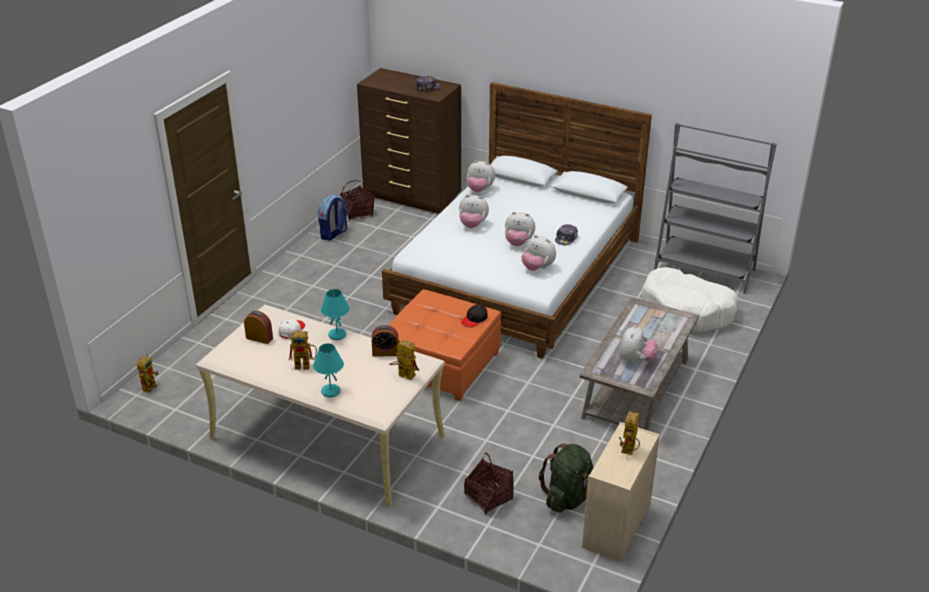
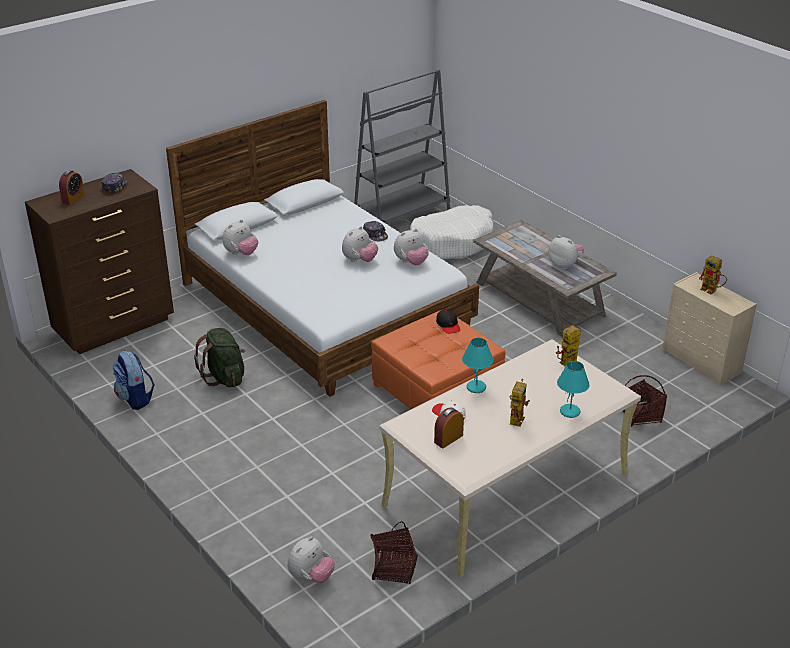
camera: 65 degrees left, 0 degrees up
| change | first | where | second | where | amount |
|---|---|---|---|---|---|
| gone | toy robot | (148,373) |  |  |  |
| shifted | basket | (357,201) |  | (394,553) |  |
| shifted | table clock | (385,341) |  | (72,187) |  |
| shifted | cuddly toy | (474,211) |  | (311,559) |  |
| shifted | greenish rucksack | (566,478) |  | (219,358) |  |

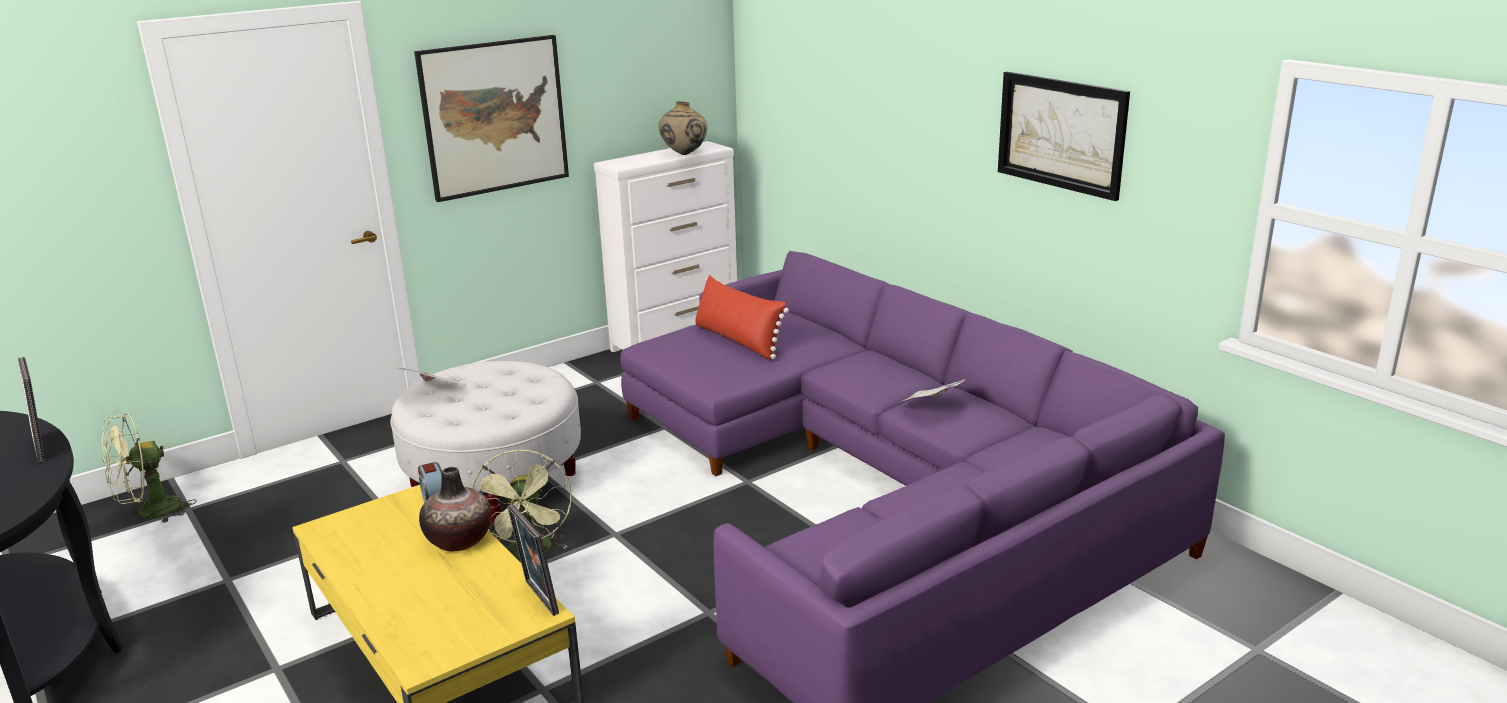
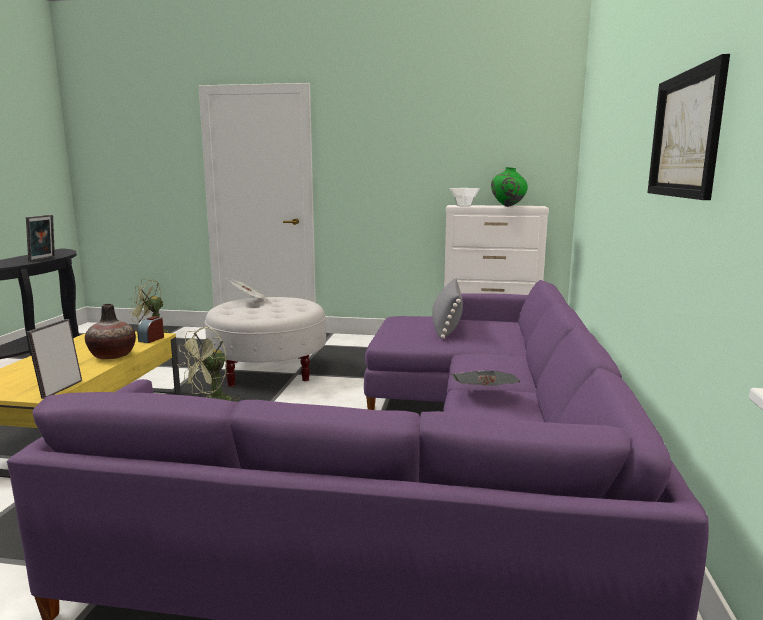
camera: 45 degrees right, 10 degrees down
| change | first | where | second | where | amount |
|---|---|---|---|---|---|
| gone | wall art | (491,118) |  |  |  |
| repainted | sand-coloured flower vase | (683,128) | greenish flower vase | (509,187) |  |
| repainted | reddish cushion | (742,317) | gray cushion | (447,308) |  |
| new |  |  | serving bowl | (465,197) |  |

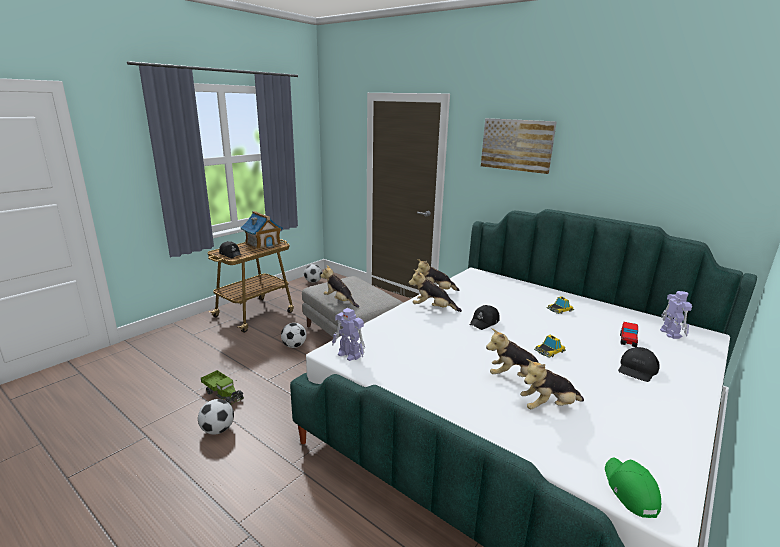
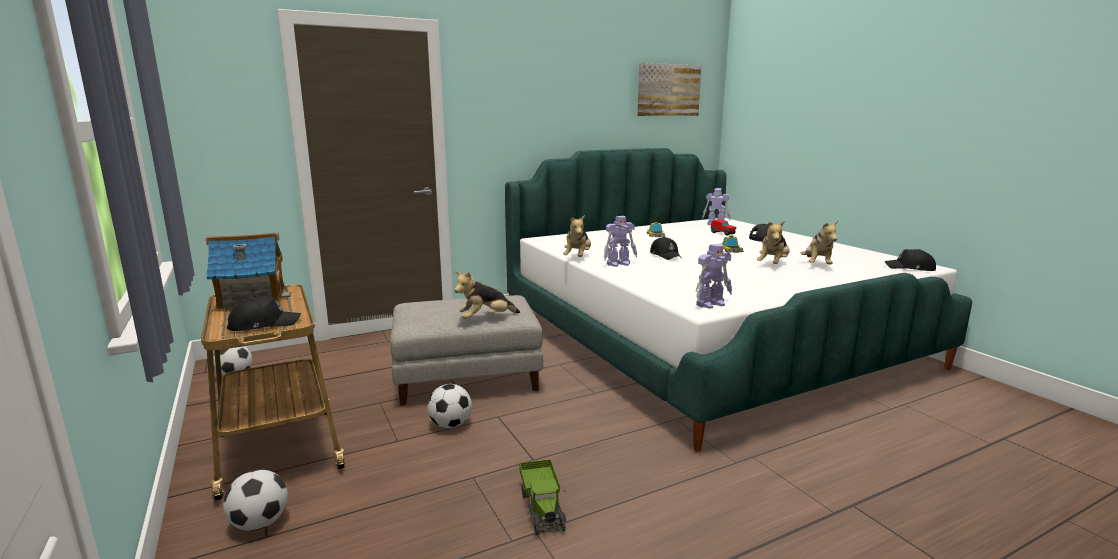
camera: 65 degrees left, 5 degrees down
| change | first | where | second | where | amount |
|---|---|---|---|---|---|
| shifted | ball for football | (216,417) |  | (255,500) |  |
| rotated | toy truck | (222,387) |  | (542,497) | 105 degrees clockwise |
| swapped | cuddly toy | (435,290) | toy robot | (620,241) |  |
| shifted | wall art | (519,146) |  | (669,89) |  |
| repainted | greenish cap | (633,487) | black-coloured cap | (910,260) |  |

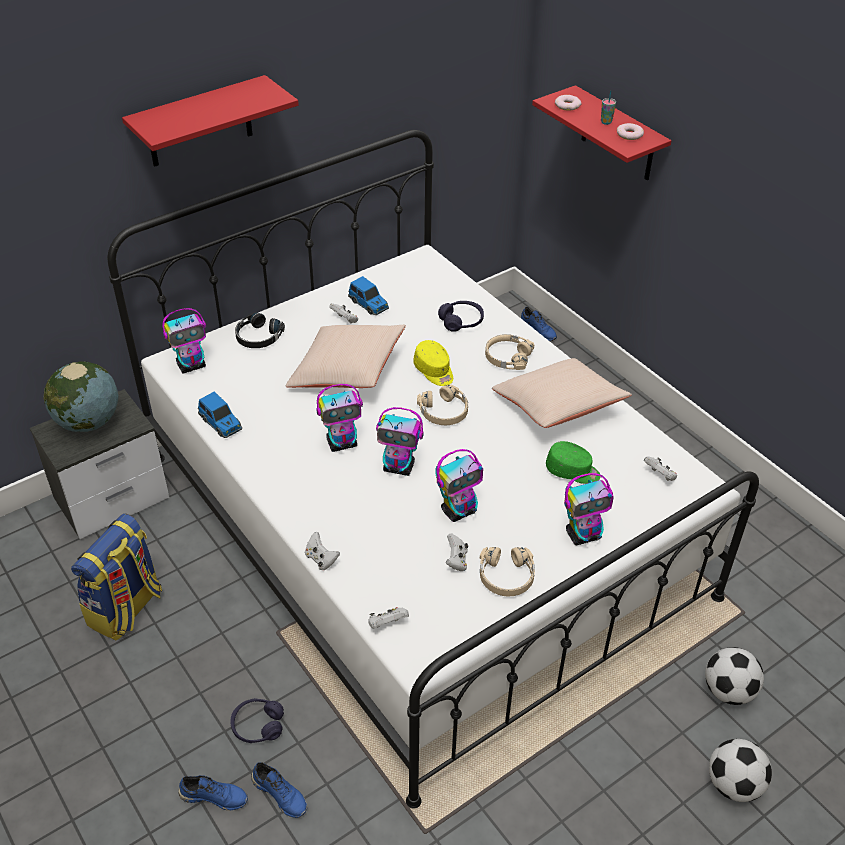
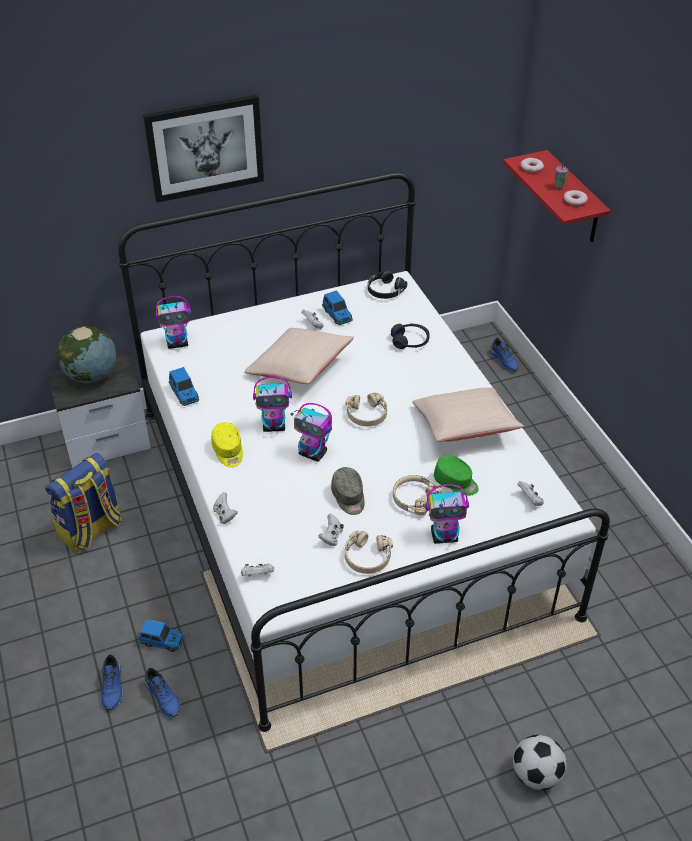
camera: 15 degrees right, 0 degrees up
| change | first | where | second | where | amount |
|---|---|---|---|---|---|
| swapped | reddish shelf | (210,121) | wall art | (203,149) |  |
| rotated | blue shoe | (213,792) |  | (112,682) | 60 degrees clockwise |
| swapped | purple-coloured headset | (257,720) | toy car | (162,635) |  |
| shifted | black-coloured headset | (260,330) |  | (387,285) |  |
| shifted | yellow cap | (433,363) |  | (227,444) |  |
| swapped | toy robot | (459,485) | gray cap | (348,491) |  |
| shifted | sand-coloured headset | (509,352) |  | (417,495) |  |
| gone | ball for football | (734,676) |  |  |  |

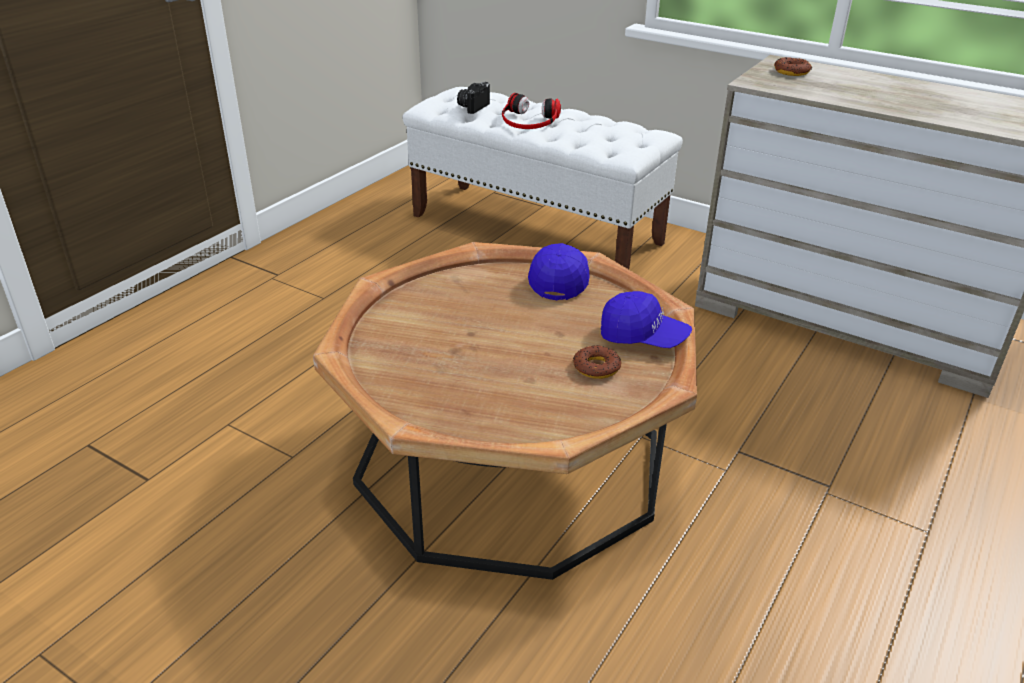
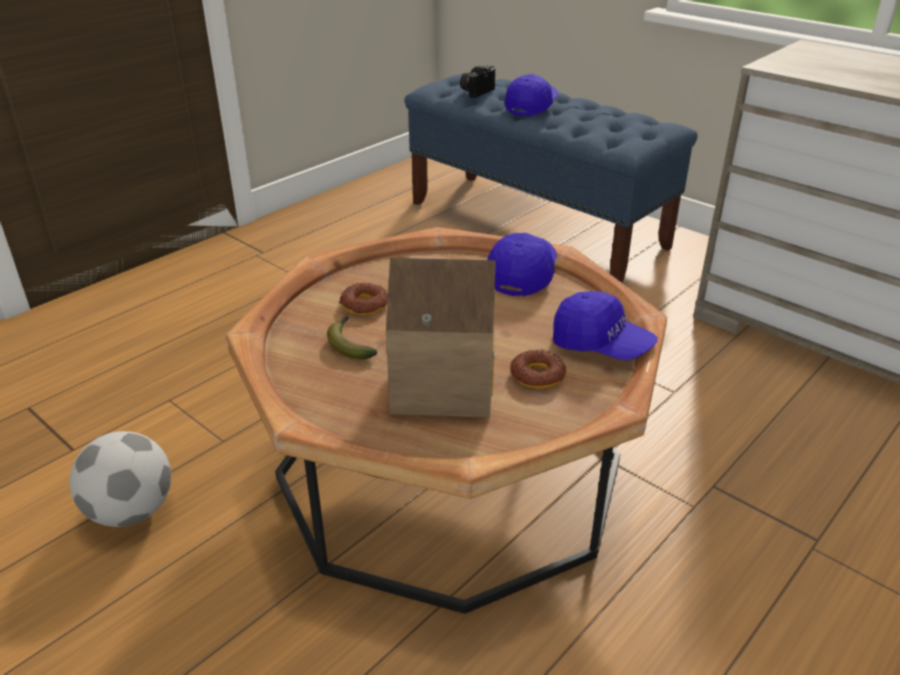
camera: 10 degrees right, 0 degrees up
| change | first | where | second | where | amount |
|---|---|---|---|---|---|
| repainted | white-coloured long seat | (543,178) | blue long seat | (551,177) |  |
| swapped | headset | (531,111) | blue cap | (531,95) |  |
| shifted | ring doughnut | (793,66) |  | (363,299) |  |
| new |  |  | ball for football | (120,479) |  |
| new |  |  | whole banana | (352,337) |  |
| new |  |  | miniature house | (441,338) |  |

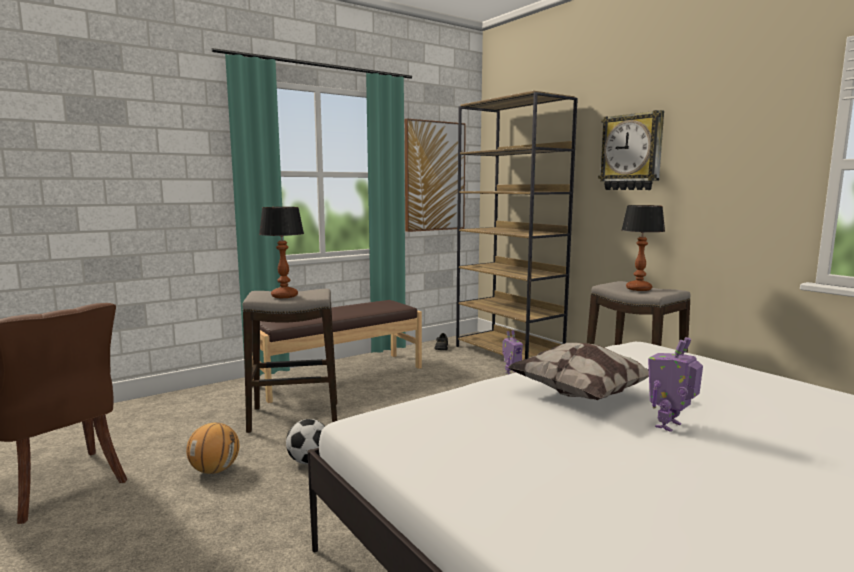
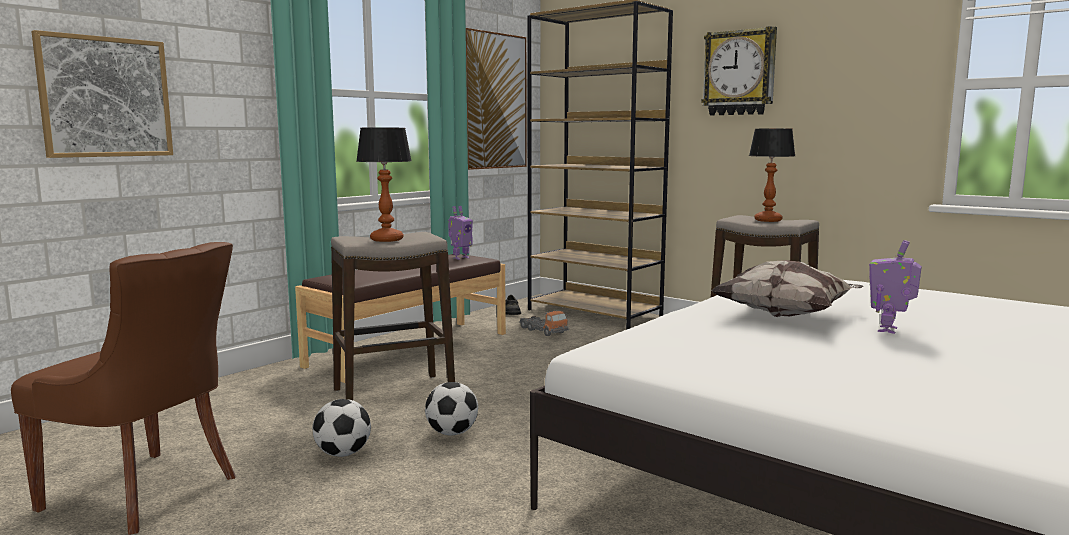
camera: 15 degrees left, 0 degrees up
| change | first | where | second | where | amount |
|---|---|---|---|---|---|
| swapped | basketball ball | (212,448) | ball for football | (342,428) |  |
| shifted | toy robot | (512,352) |  | (460,233) |  |
| new |  |  | wall art | (102,94) |  |
| new |  |  | toy truck | (544,323) |  |

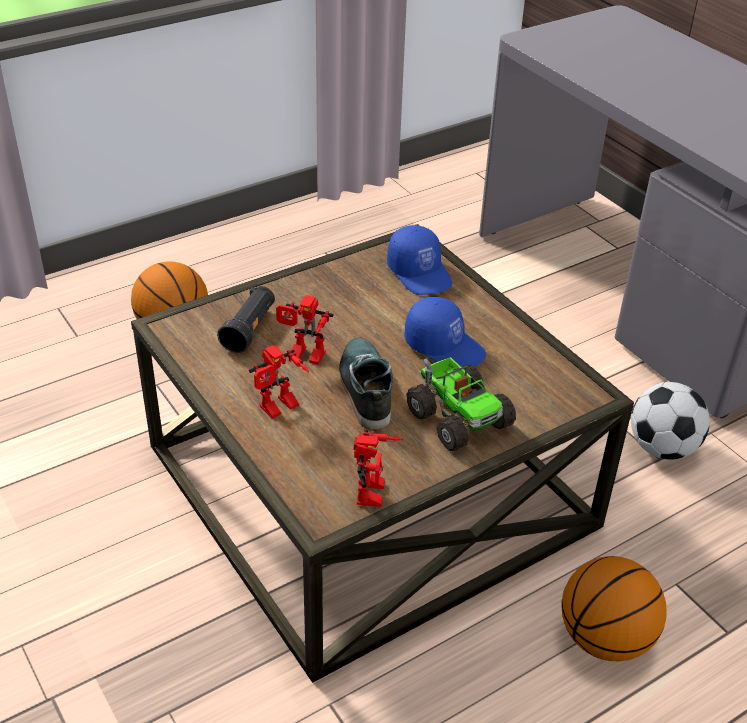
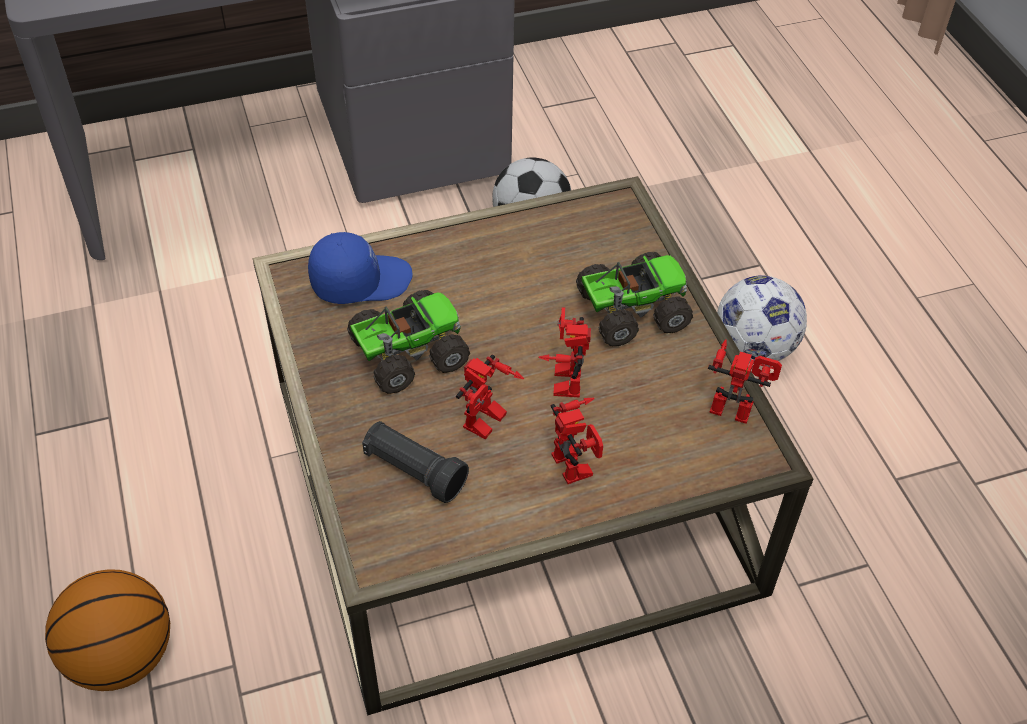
camera: 75 degrees left, 10 degrees up
| change | first | where | second | where | amount |
|---|---|---|---|---|---|
| swapped | shoe | (366,383) | toy robot | (564,352) |  |
| gone | blue cap | (445,332) |  |  |  |
| swapped | basketball ball | (614,609) | ball for football | (762,319) |  |
| new |  |  | toy truck | (408,342) |  |

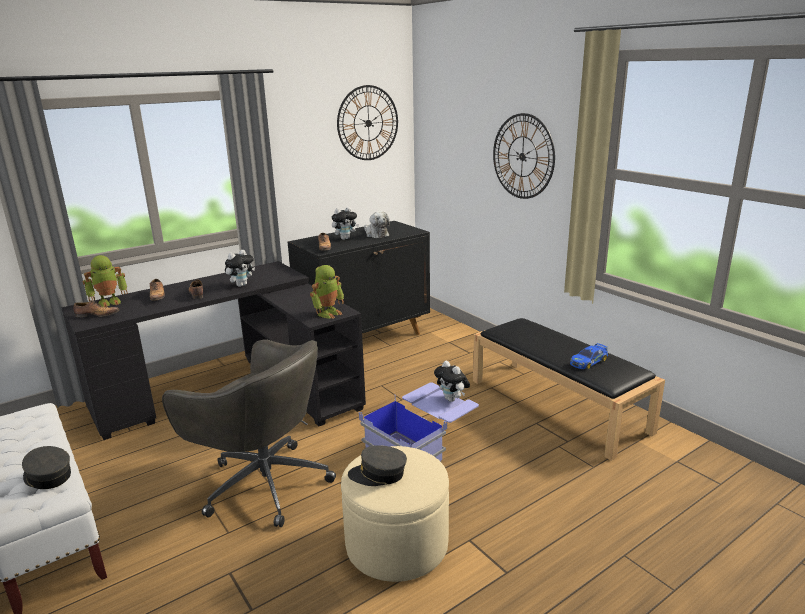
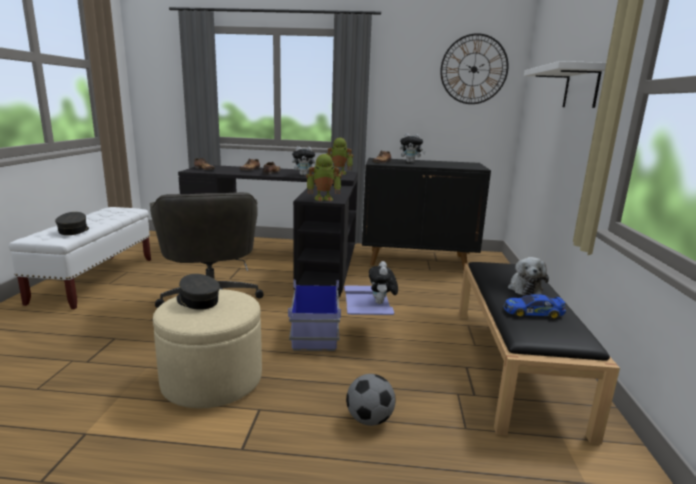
camera: 40 degrees right, 5 degrees down
| change | first | where | second | where | amount |
|---|---|---|---|---|---|
| shifted | toy robot | (105,281) |  | (339,156) |  |
| shifted | cuddly toy | (377,224) |  | (528,276) |  |
| swapped | hanging clock | (524,156) | white-coloured shelf | (565,84) |  |
| new |  |  | ball for football | (371,400) |  |

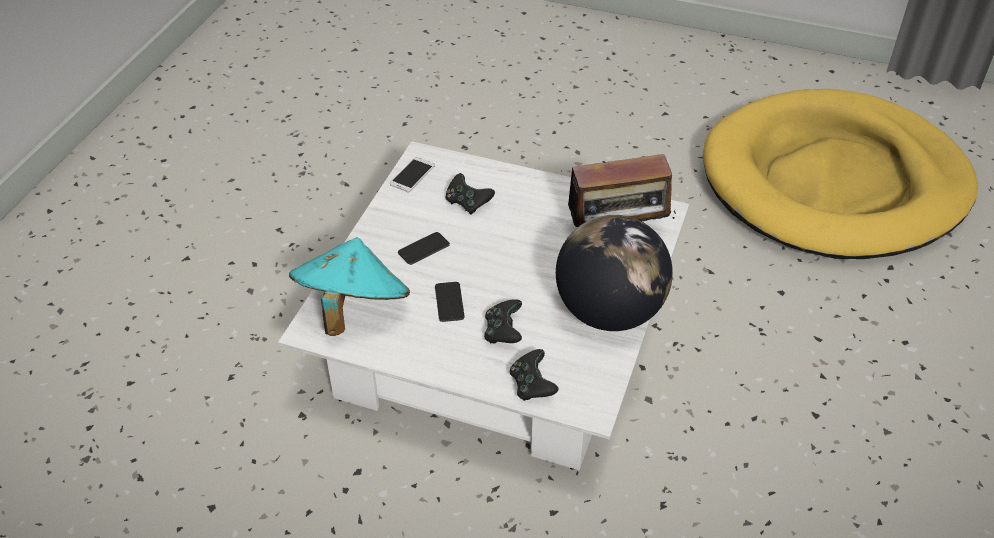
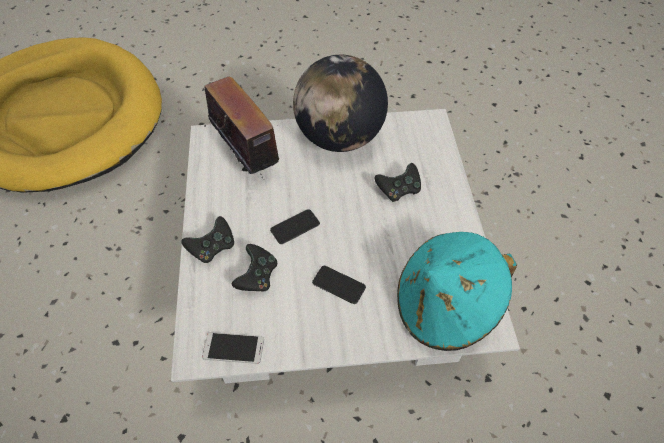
camera: 115 degrees left, 10 degrees up
| change | first | where | second | where | amount |
|---|---|---|---|---|---|
| shifted | handset | (450,302) |  | (295,226) |  |
| shifted | black-coloured joypad | (534,375) |  | (208,239) |  |

